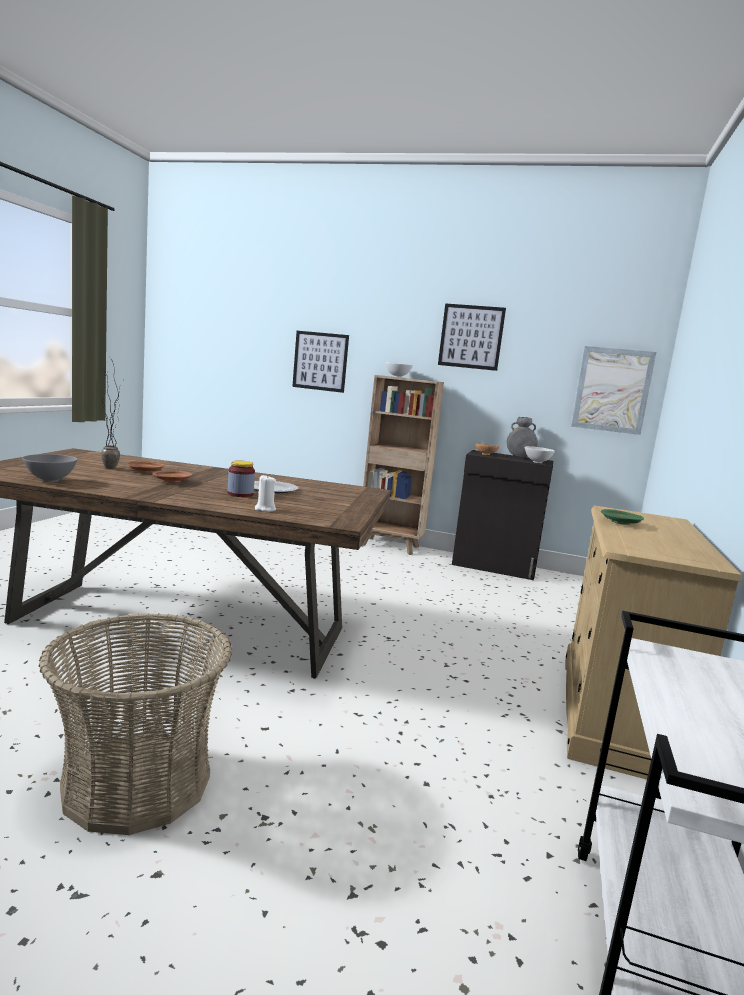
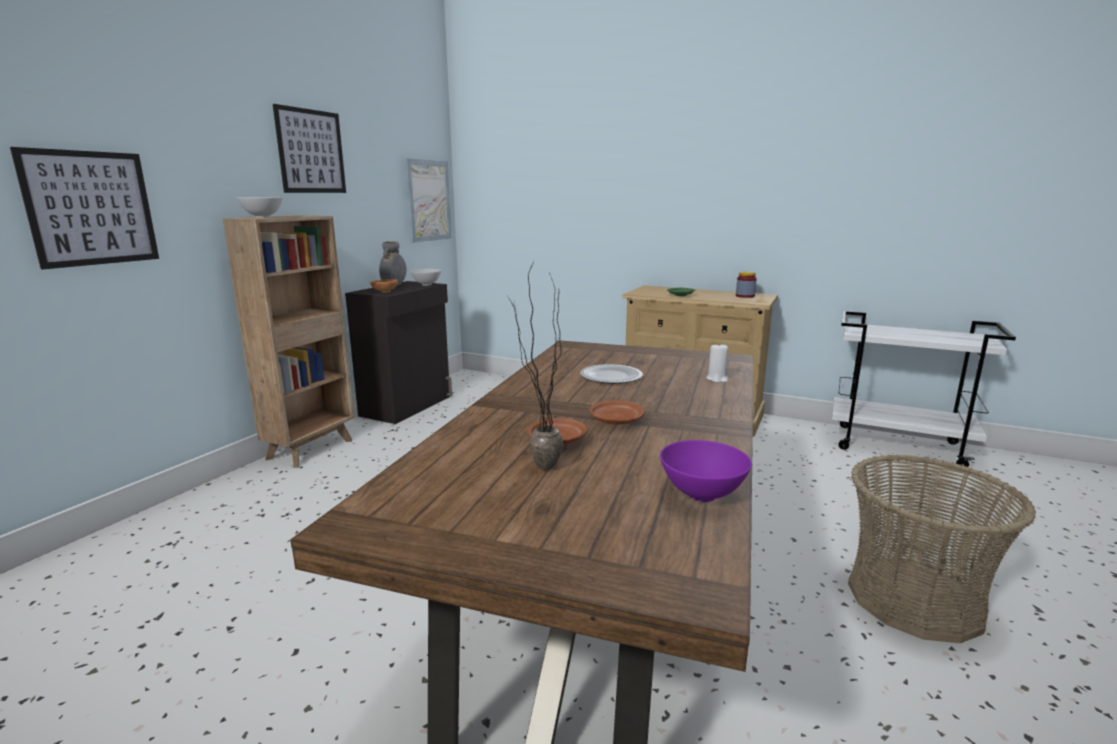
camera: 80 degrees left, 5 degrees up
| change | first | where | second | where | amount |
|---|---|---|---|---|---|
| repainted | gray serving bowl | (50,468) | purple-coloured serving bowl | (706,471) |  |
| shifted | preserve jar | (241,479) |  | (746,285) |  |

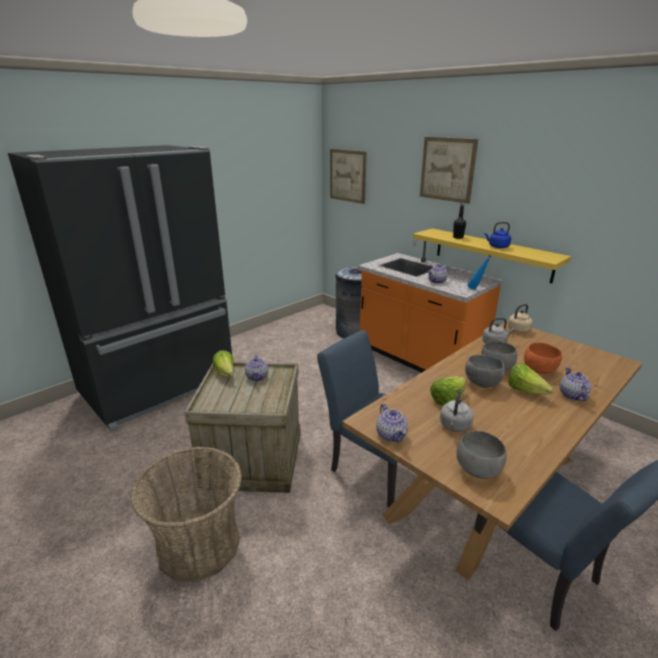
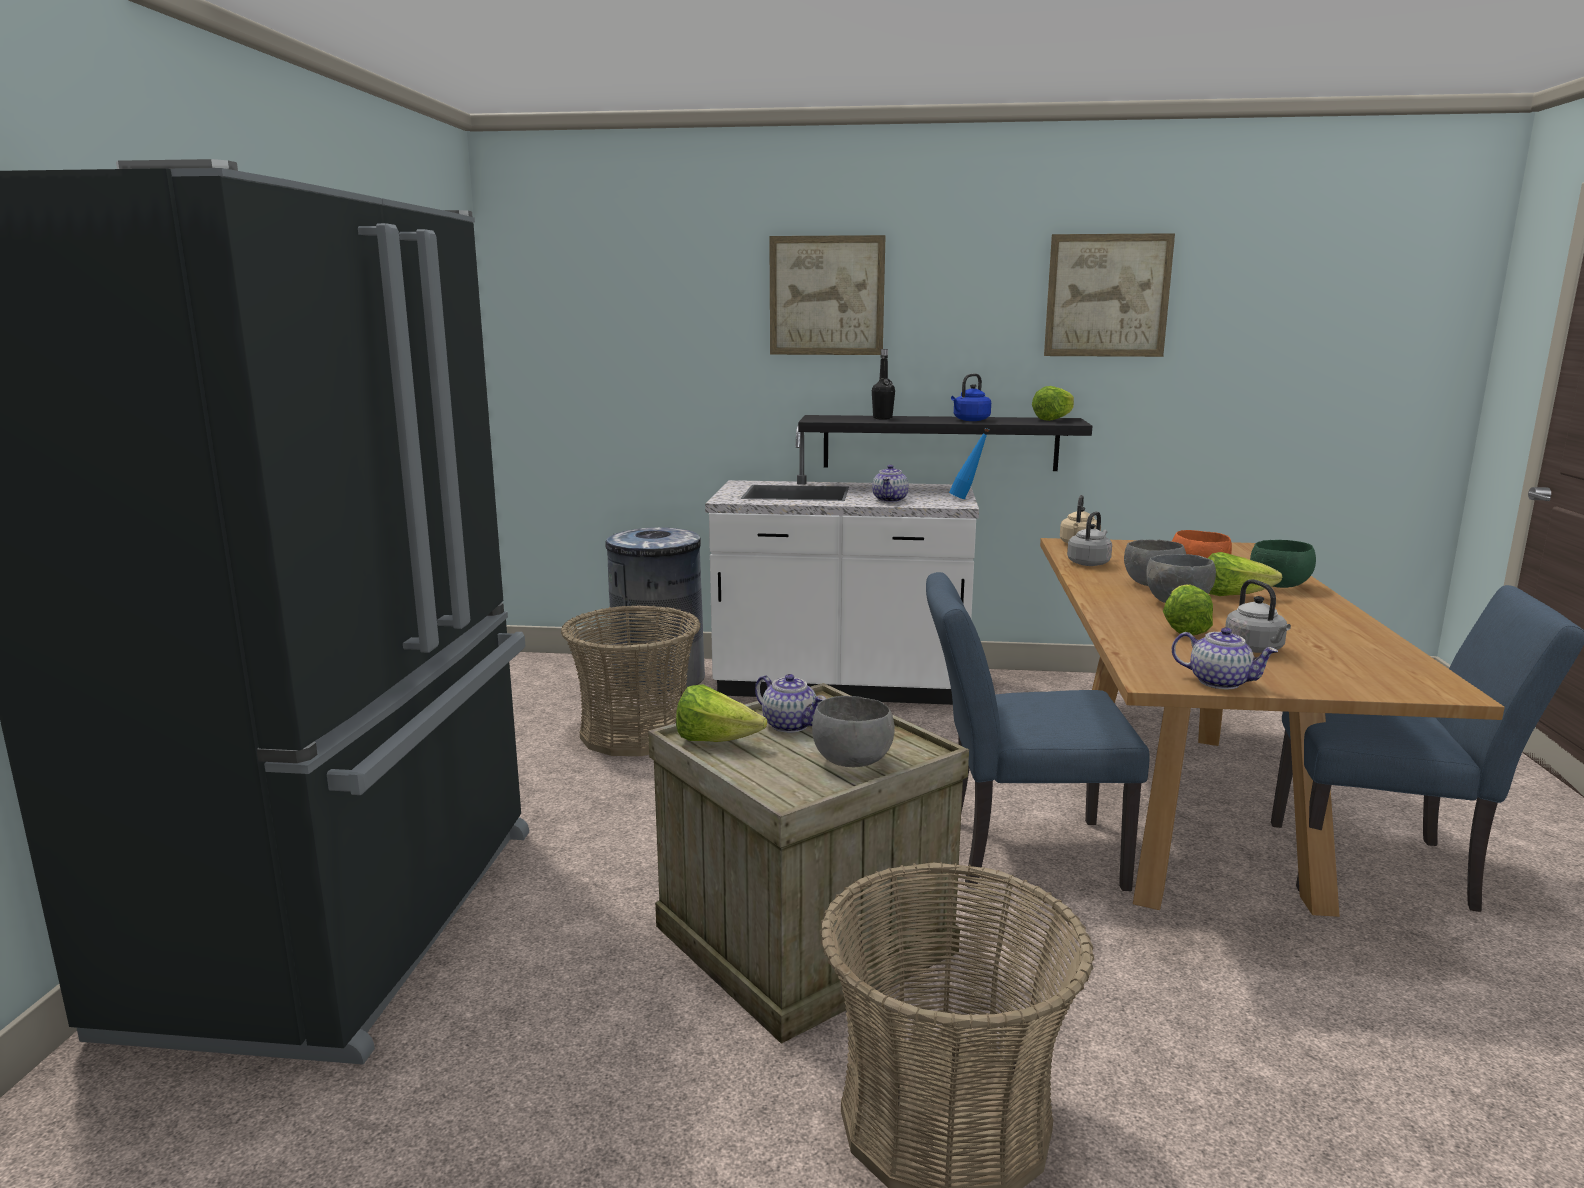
camera: 40 degrees left, 10 degrees down
| change | first | where | second | where | amount |
|---|---|---|---|---|---|
| shifted | wall art | (348,176) |  | (1109,295) |  |
| repainted | orange-coloured kitchen counter | (430,306) | white-coloured kitchen counter | (842,565) |  |
| repainted | yellow shelf | (492,255) | black-coloured shelf | (945,443) |  |
| shifted | gray serving bowl | (481,455) |  | (853,731) |  |
| swapped | teapot | (575,384) | greenish serving bowl | (1283,564) |  |
| new |  |  | basket | (631,680) |  |
| new |  |  | lettuce | (1053,403) |  |

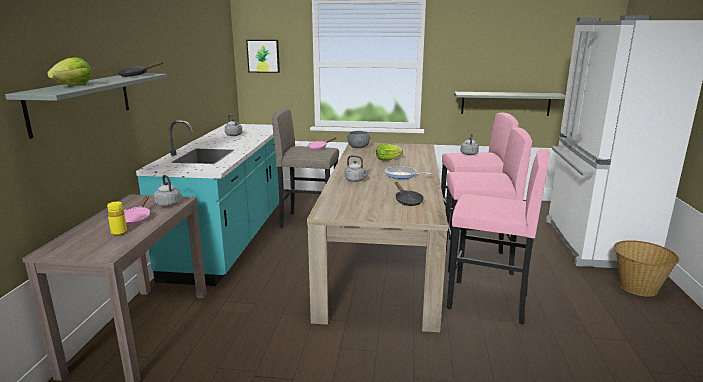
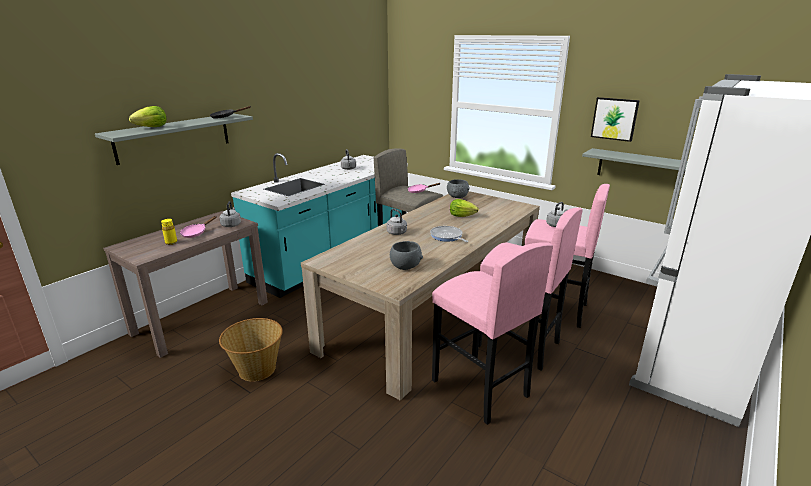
camera: 30 degrees right, 5 degrees up
| change | first | where | second | where | amount |
|---|---|---|---|---|---|
| shifted | wall art | (263,56) |  | (615,119) |  |
| swapped | black-coloured frying pan | (409,194) | gray serving bowl | (406,255) |  |
| shifted | basket | (646,268) |  | (251,349) |  |

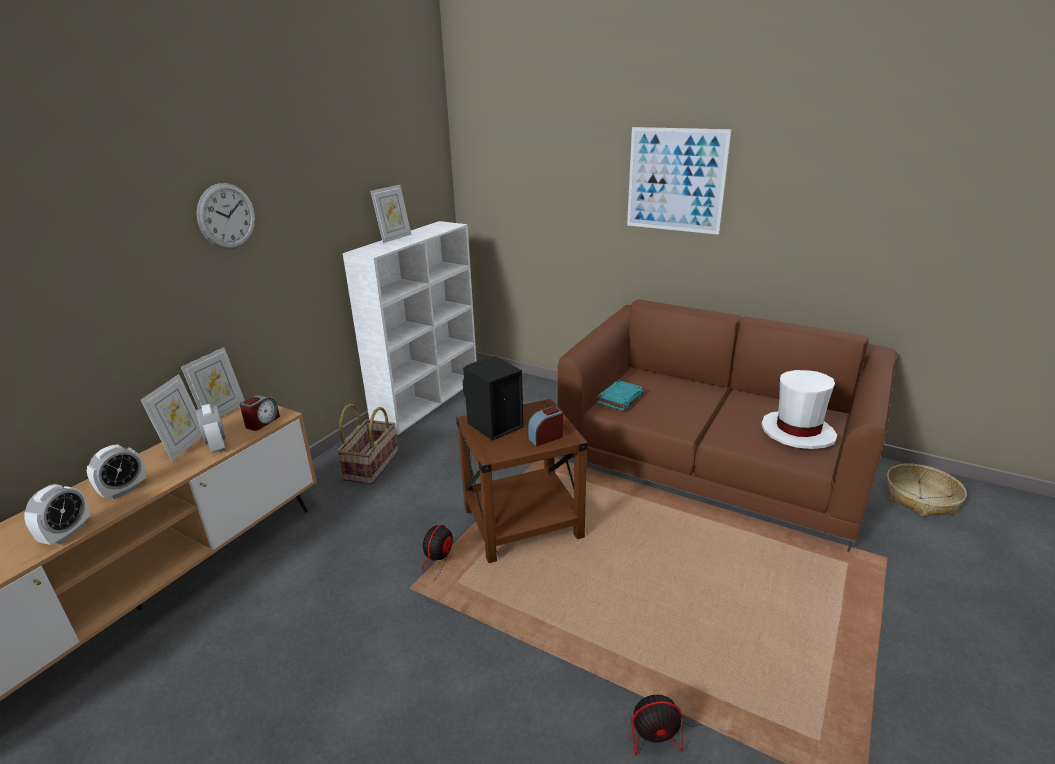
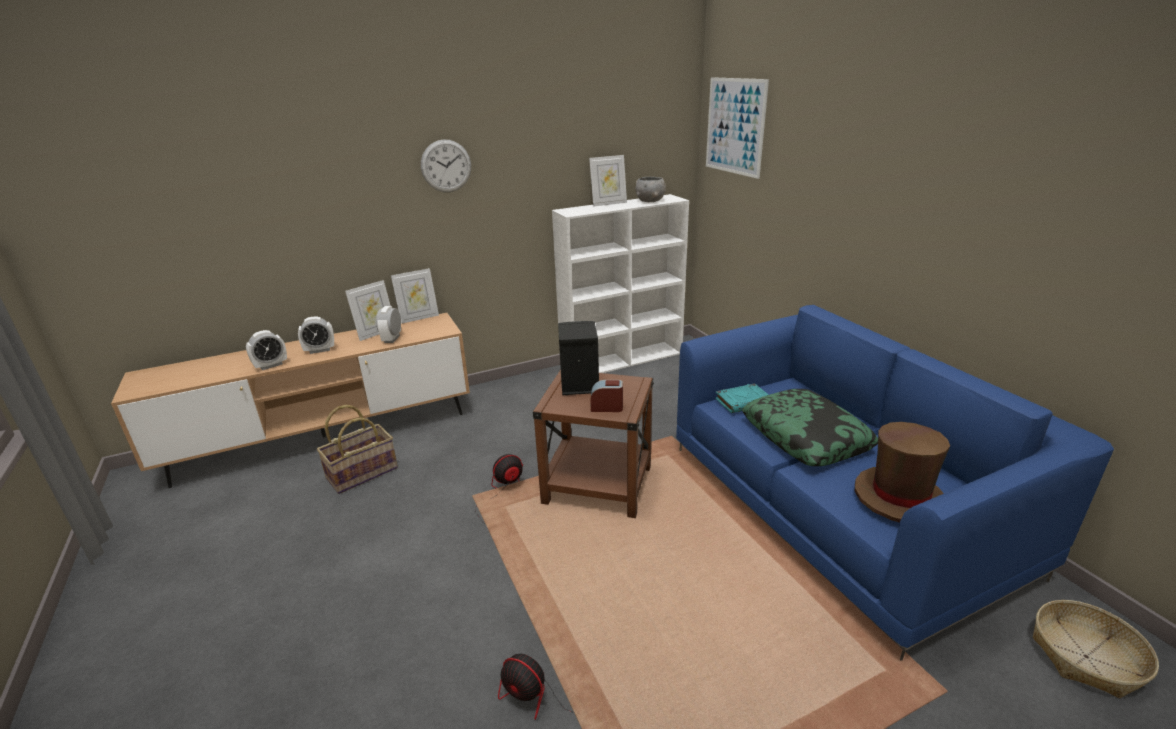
camera: 35 degrees right, 0 degrees up
| change | first | where | second | where | amount |
|---|---|---|---|---|---|
| gone | table clock | (259,413) |  |  |  |
| shifted | basket | (367,444) |  | (357,449) |  |
| repainted | brownish couch | (727,425) | blue couch | (895,483) |  |
| shifted | wall art | (679,181) |  | (737,128) |  |
| repainted | white-coloured clothing hat | (799,409) | brownish clothing hat | (902,472) |  |
| new |  |  | gray serving bowl | (651,189) |  |
| new |  |  | cushion | (810,427) |  |

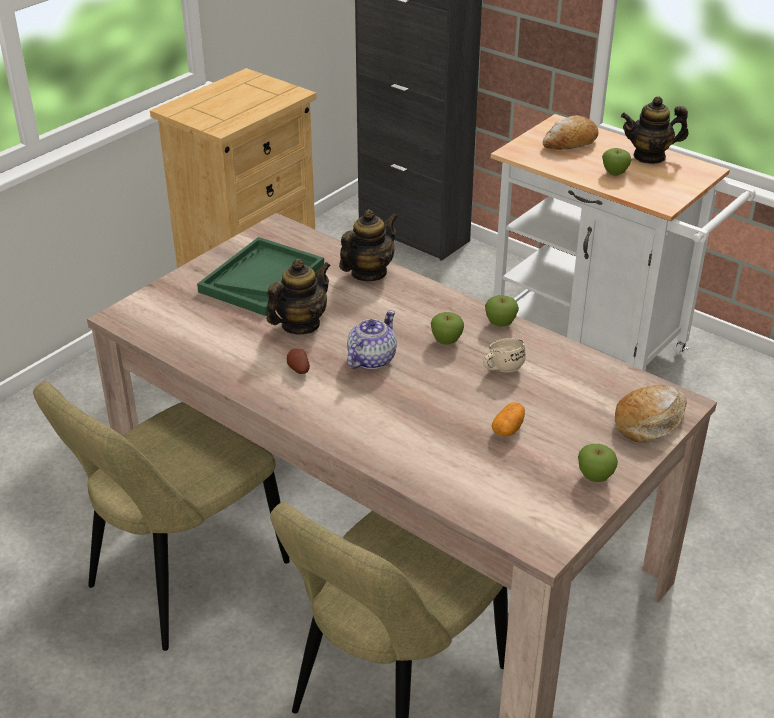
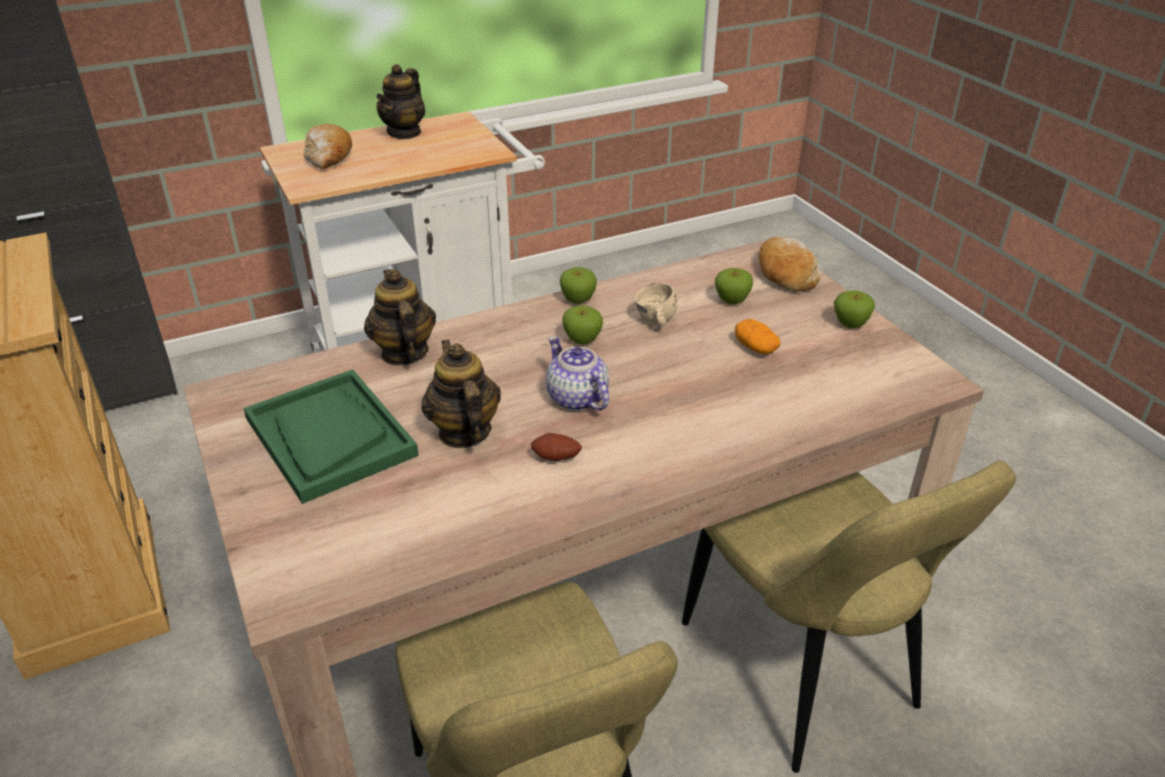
camera: 65 degrees left, 0 degrees up
| change | first | where | second | where | amount |
|---|---|---|---|---|---|
| shifted | whole apple | (617,162) |  | (734,286) |  |

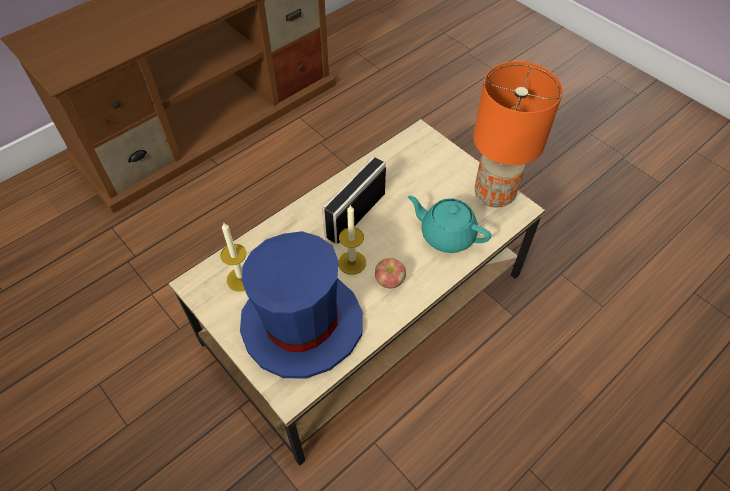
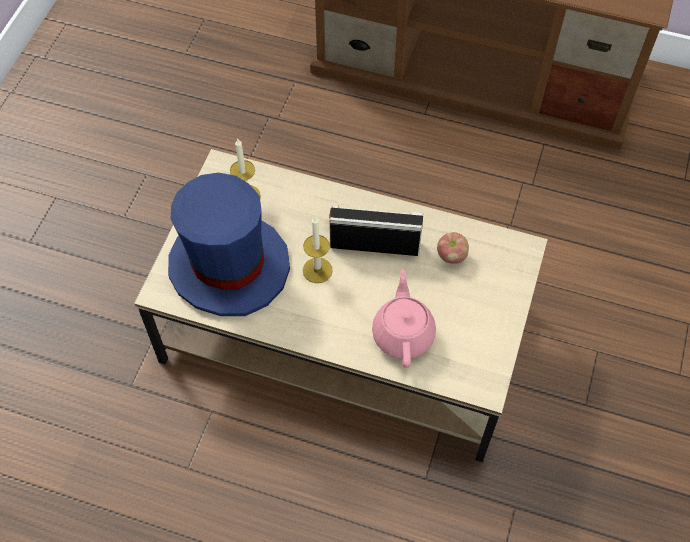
camera: 60 degrees right, 5 degrees up
| change | first | where | second | where | amount |
|---|---|---|---|---|---|
| shifted | whole apple | (390,273) |  | (453,248) |  |
| repainted | turquoise-coloured teapot | (449,224) | pinkish teapot | (404,318) |  |
| gone | orange-coloured lamp for a table | (518,134) |  |  |  |

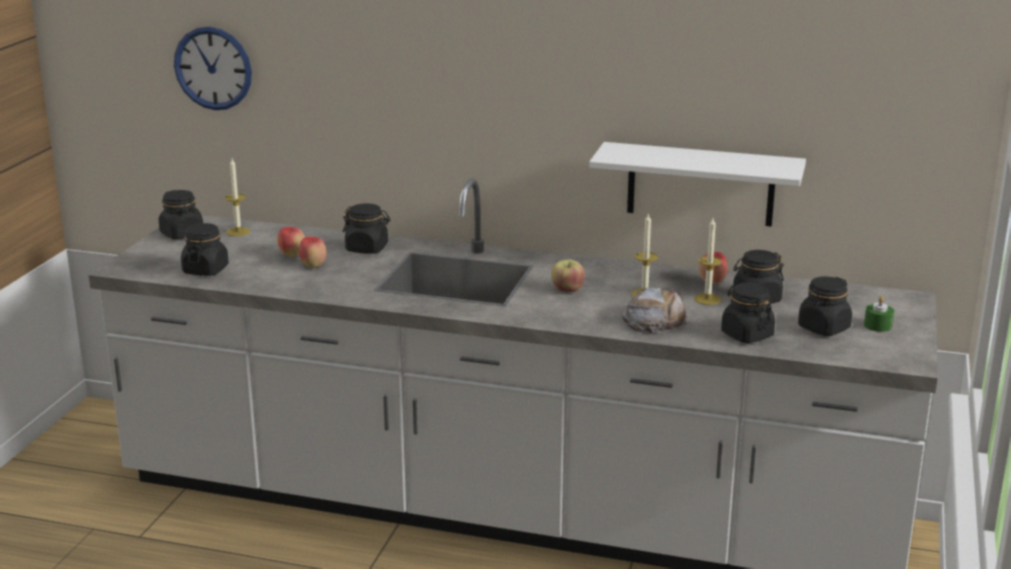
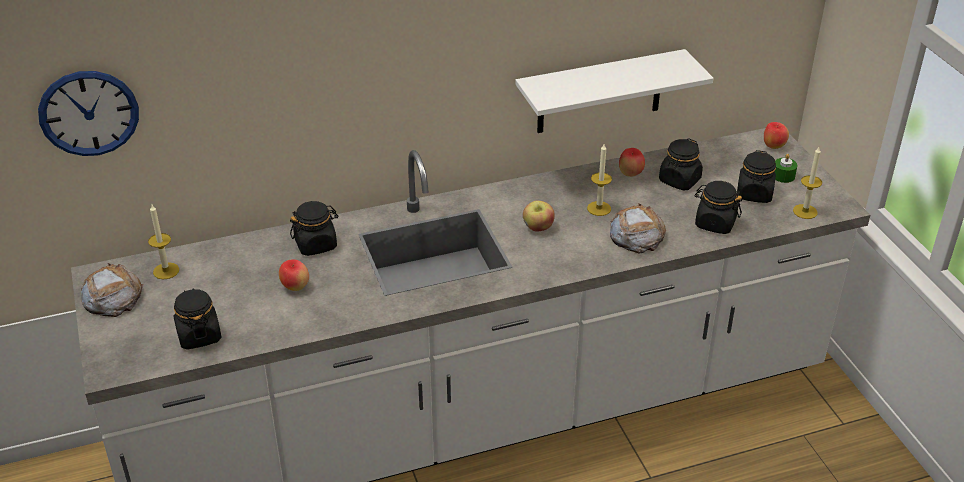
camera: 35 degrees left, 15 degrees up
| change | first | where | second | where | amount |
|---|---|---|---|---|---|
| swapped | black-coloured preserve jar | (181,214) | baked bread | (112,290) |  |
| shifted | whole apple | (291,242) |  | (776,135) |  |
| shifted | wax candle | (708,261) |  | (807,183) |  |

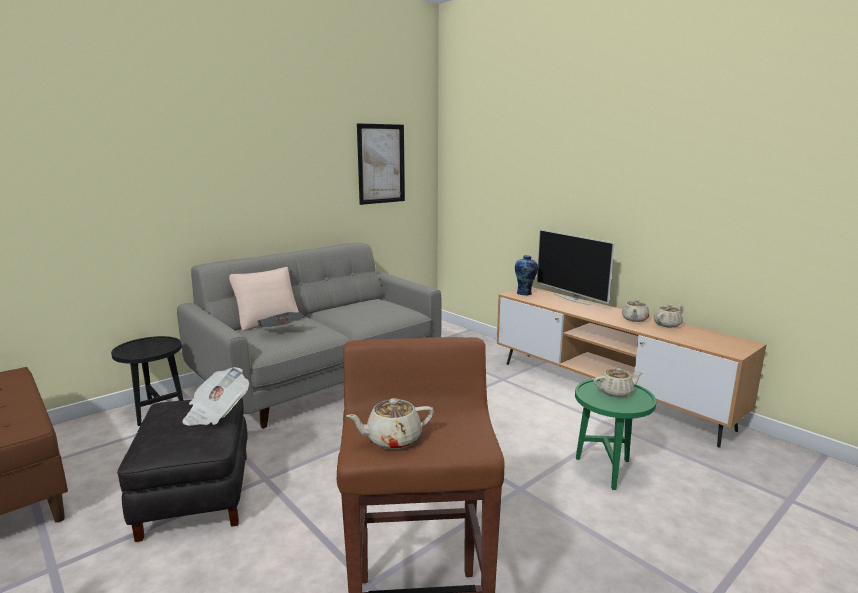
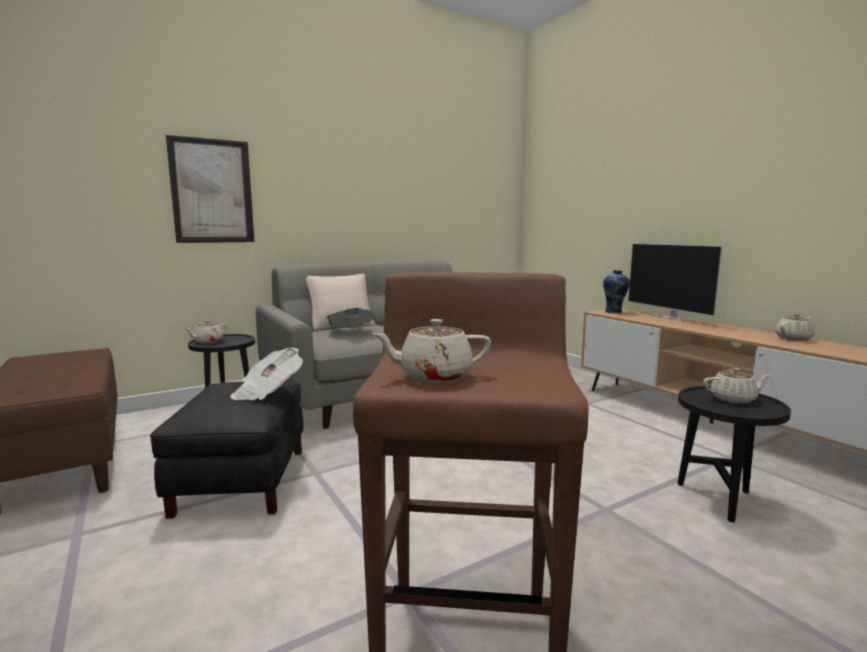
camera: 10 degrees right, 5 degrees down
| change | first | where | second | where | amount |
|---|---|---|---|---|---|
| shifted | wall art | (381,164) |  | (210,189) |  |
| repainted | greenish accent table | (615,434) | black-coloured accent table | (734,454) |  |
| shifted | sand-coloured teapot | (636,310) |  | (206,331) |  |

